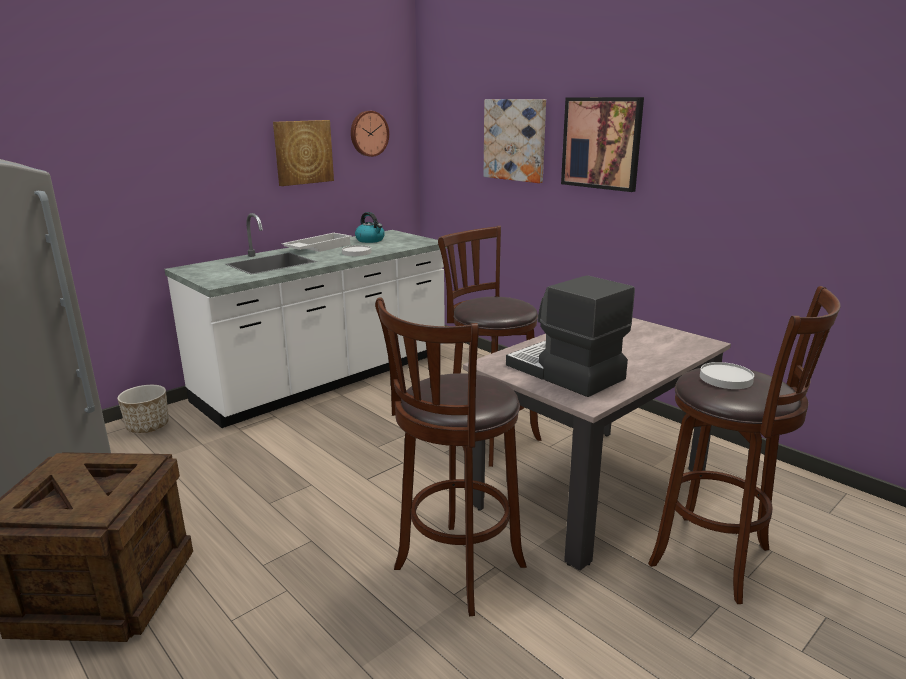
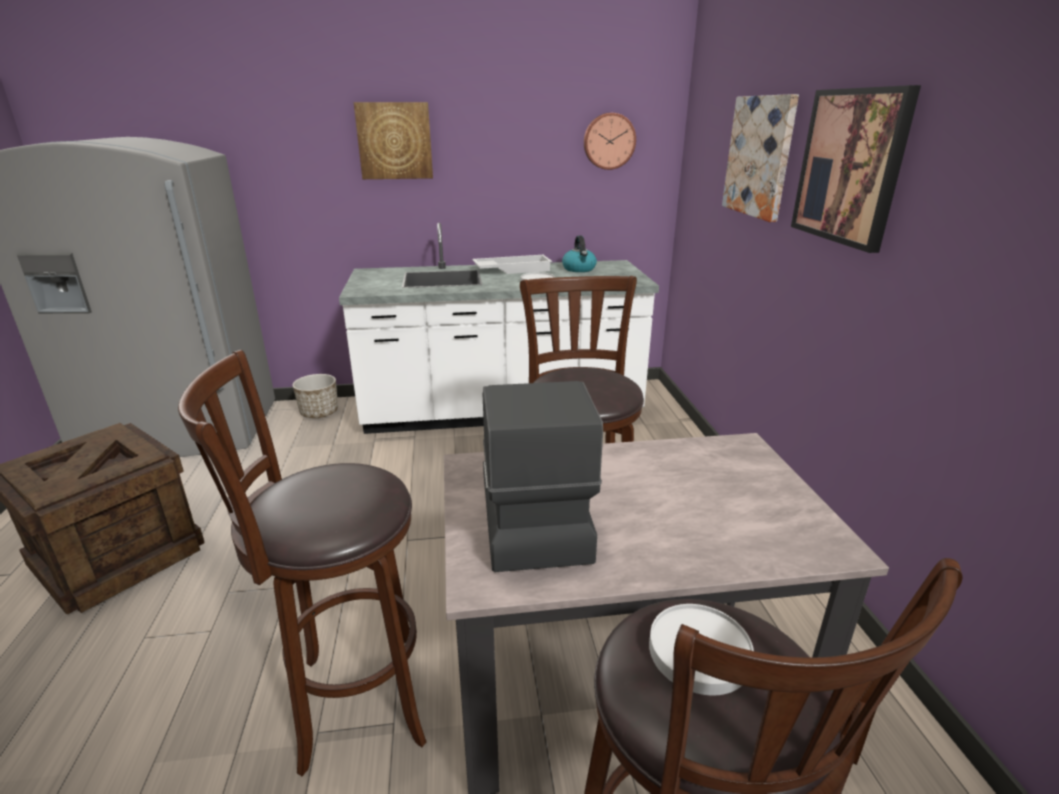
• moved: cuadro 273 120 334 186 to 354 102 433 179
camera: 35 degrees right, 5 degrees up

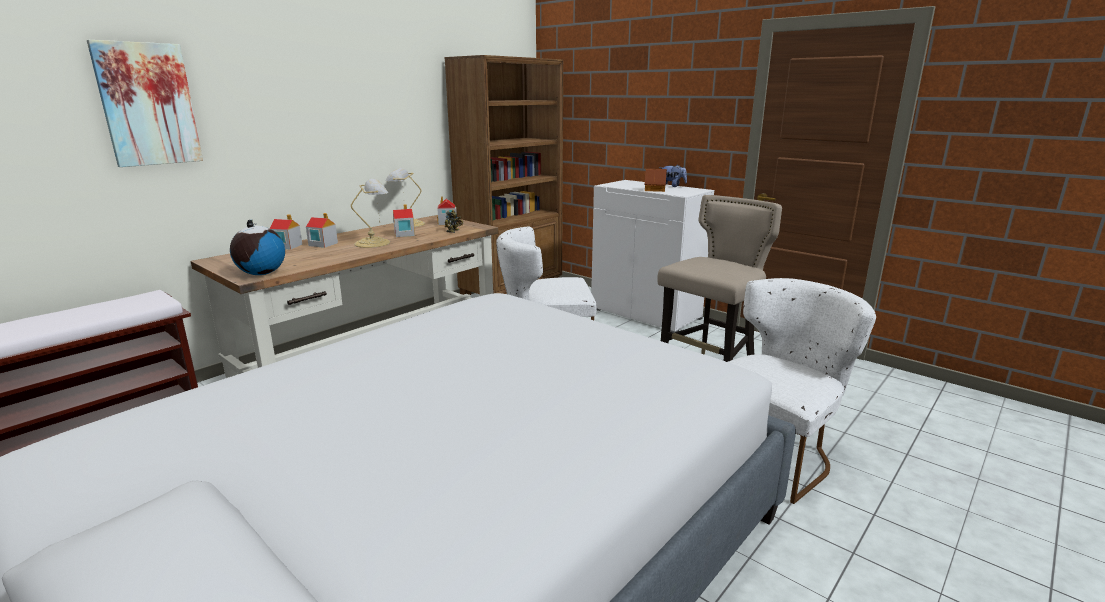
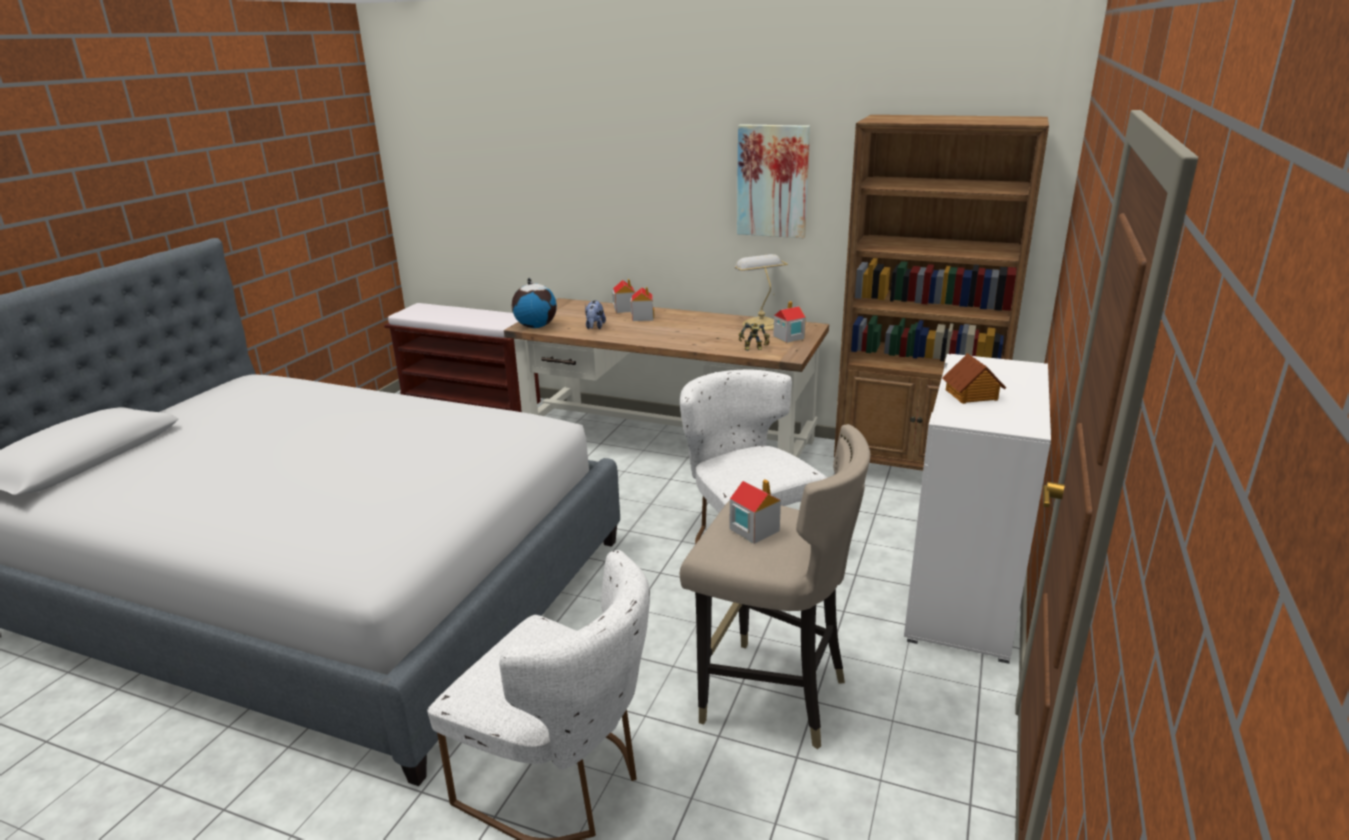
• moved: cuadro 87 40 203 167 to 737 124 810 238
• moved: peluche 659 165 687 187 to 585 300 606 329
• removed: lámpara de mesa 351 179 390 248
• moved: casita 393 204 415 237 to 730 479 781 544
camera: 70 degrees right, 5 degrees up

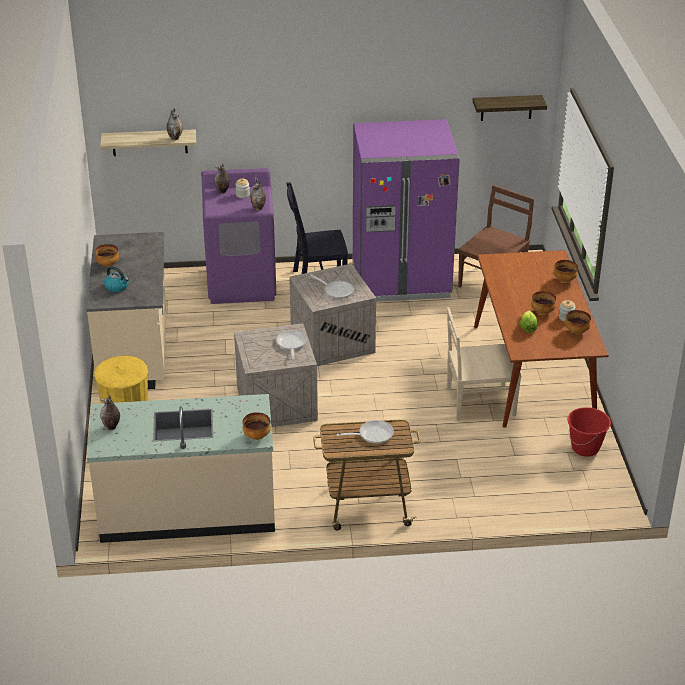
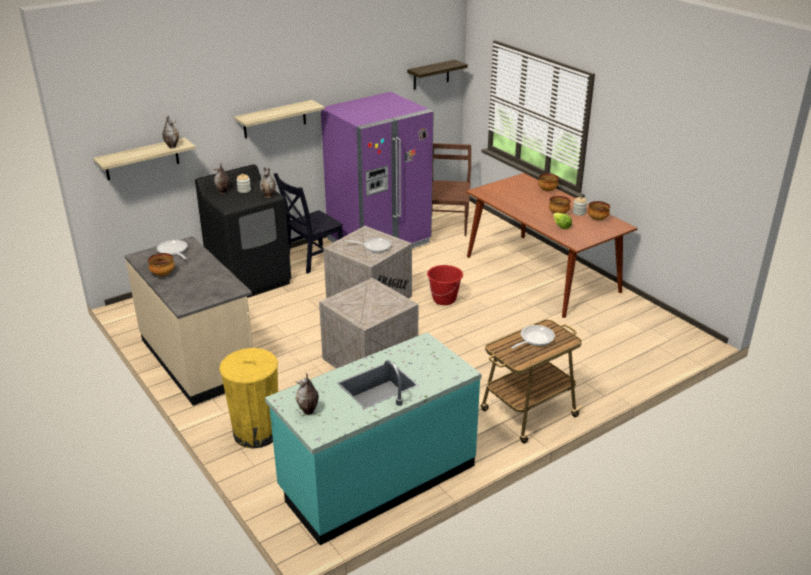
• recoloured: lavadora [morado] 201 168 276 304 to lavadora [negro] 195 164 291 298
• removed: hervidor 104 266 129 292
• removed: silla [beis] 447 307 522 421
• moved: sartén 276 330 307 359 to 157 240 188 259
• recoloured: mueble bajo de cocina [beis] 87 394 275 543 to mueble bajo de cocina [turquesa] 265 332 482 545
• moved: cubo [rojo] 567 407 611 457 to 427 265 463 305
• removed: cuenco 243 412 271 440
• added: estante 234 100 325 138
camera: 30 degrees left, 5 degrees down

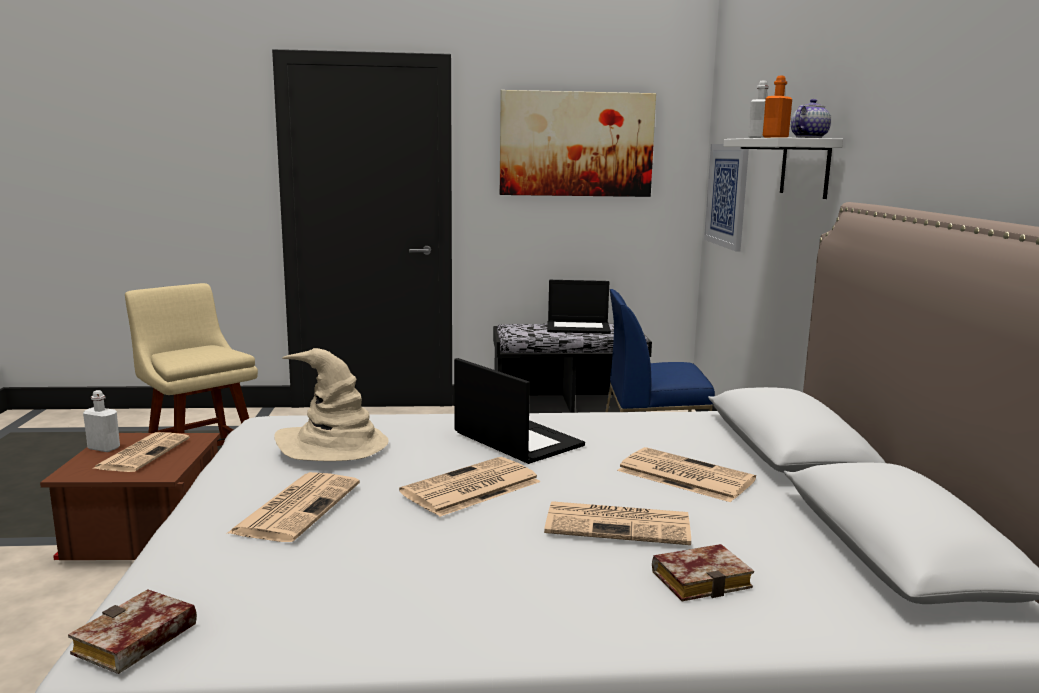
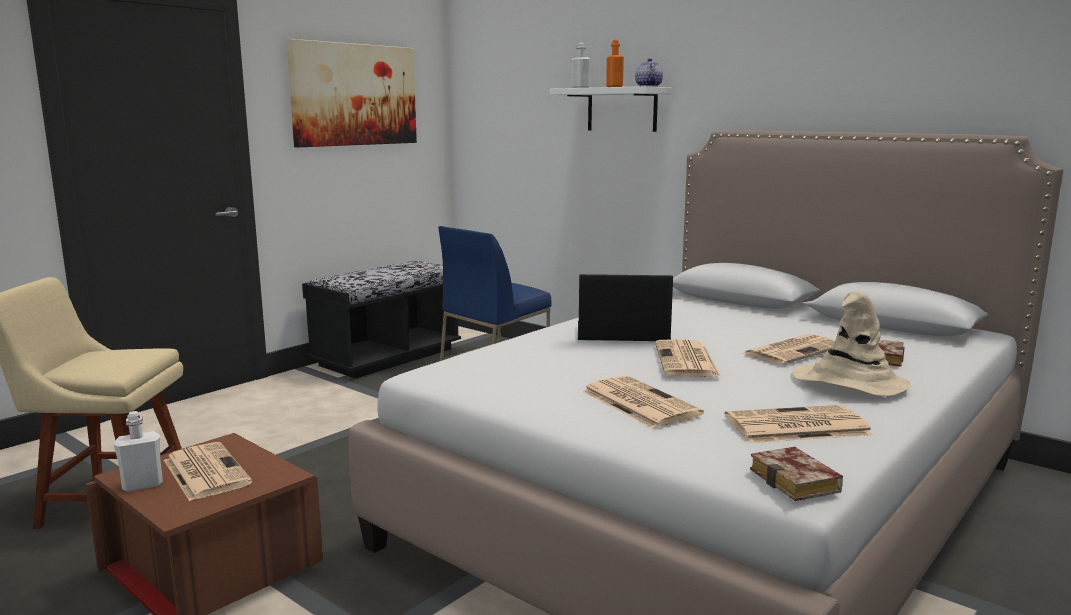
• removed: cuadro 704 144 749 251
• removed: portátil 547 280 611 334
• moved: sombrero [beis] 274 348 389 461 to 792 291 911 396
• moved: periódico 617 447 756 502 to 725 405 873 443
camera: 45 degrees left, 0 degrees up

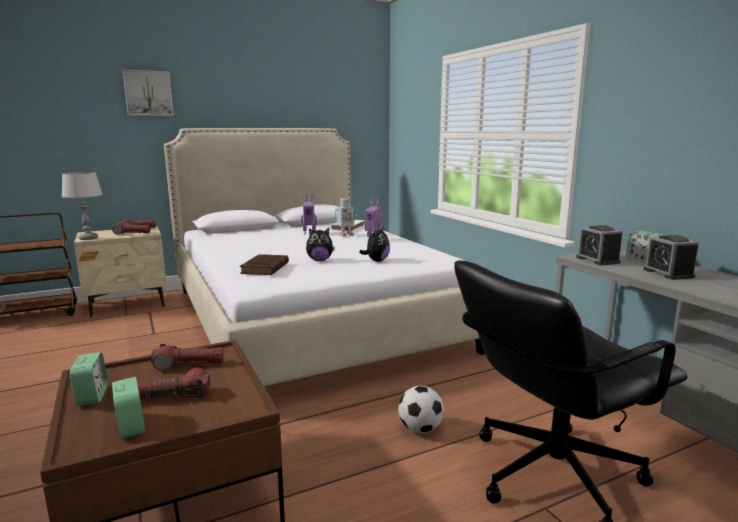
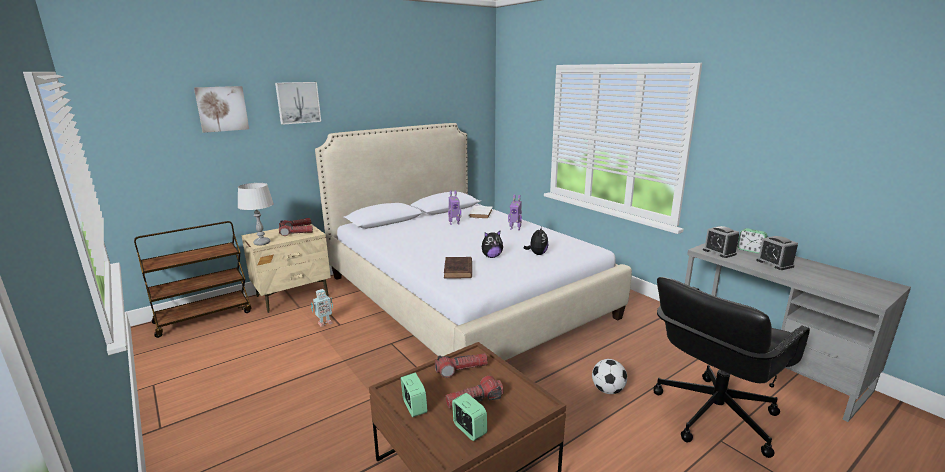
• moved: robot de juguete 335 198 355 237 to 311 289 333 327
• added: cuadro 194 86 249 133
camera: 10 degrees left, 5 degrees up

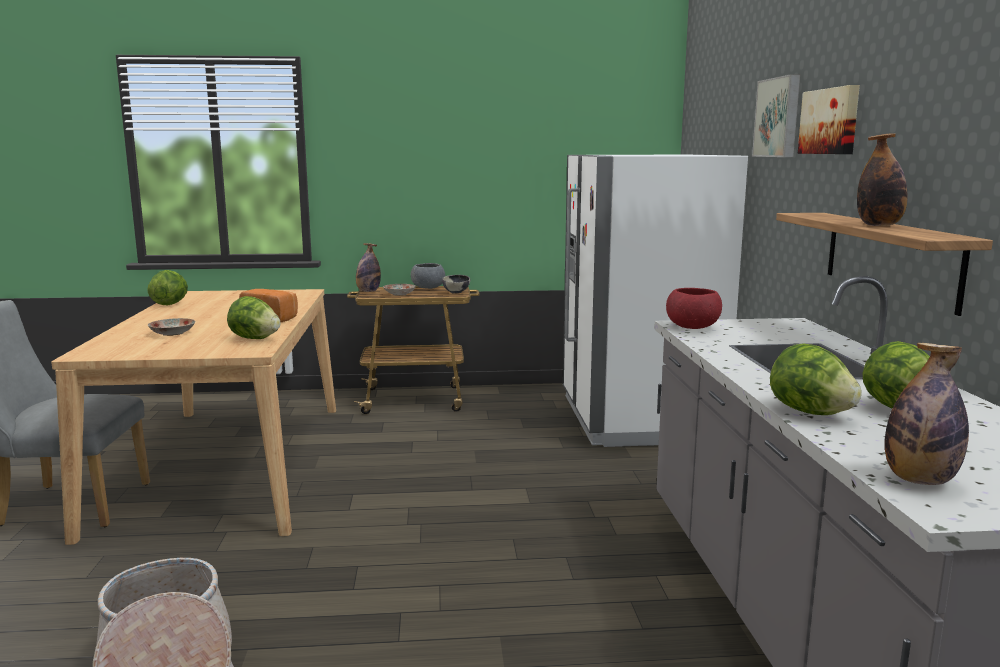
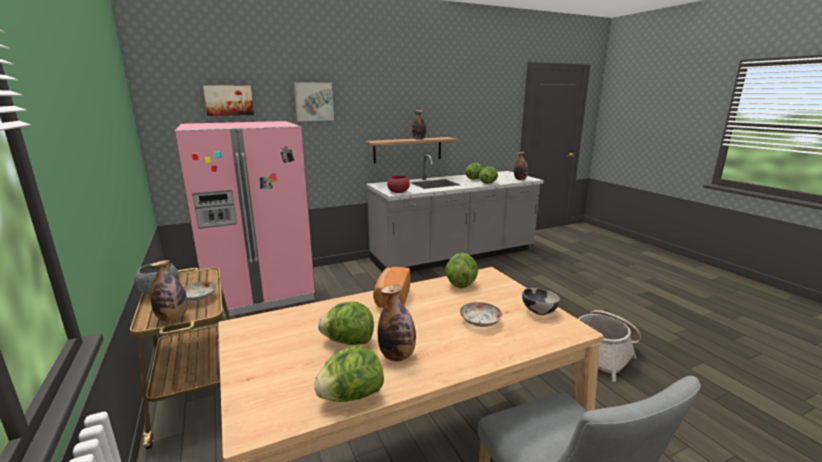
• moved: cuadro 798 85 860 154 to 203 85 254 116
• recoloured: nevera [blanco] 563 155 748 447 to nevera [rosa] 174 121 315 317
• moved: cuenco 442 275 470 294 to 522 288 560 315
• added: botella 378 285 416 361
• added: lechuga 318 301 374 345
camera: 110 degrees left, 5 degrees up

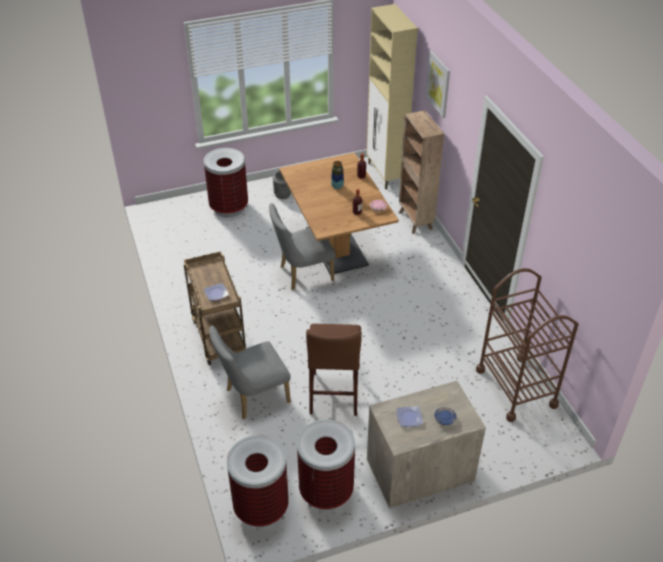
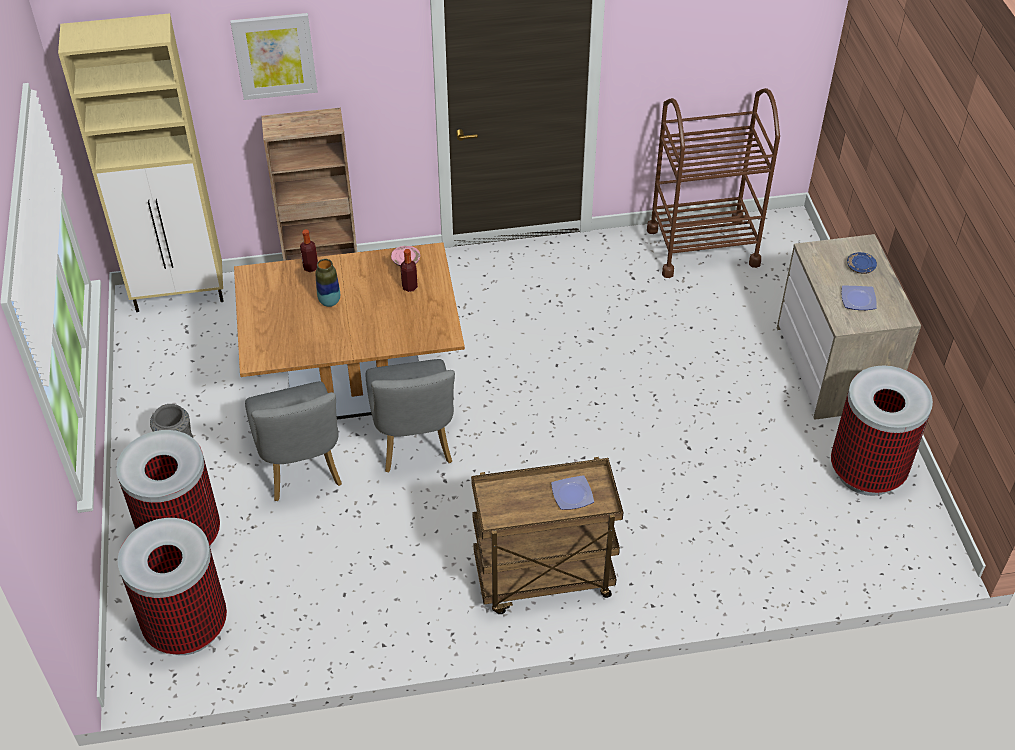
• removed: taburete [marrón] 306 324 362 416
• moved: silla [gris] 209 325 291 419 to 245 381 342 501
• moved: papelera 227 435 289 527 to 118 518 227 655
camera: 80 degrees left, 5 degrees up

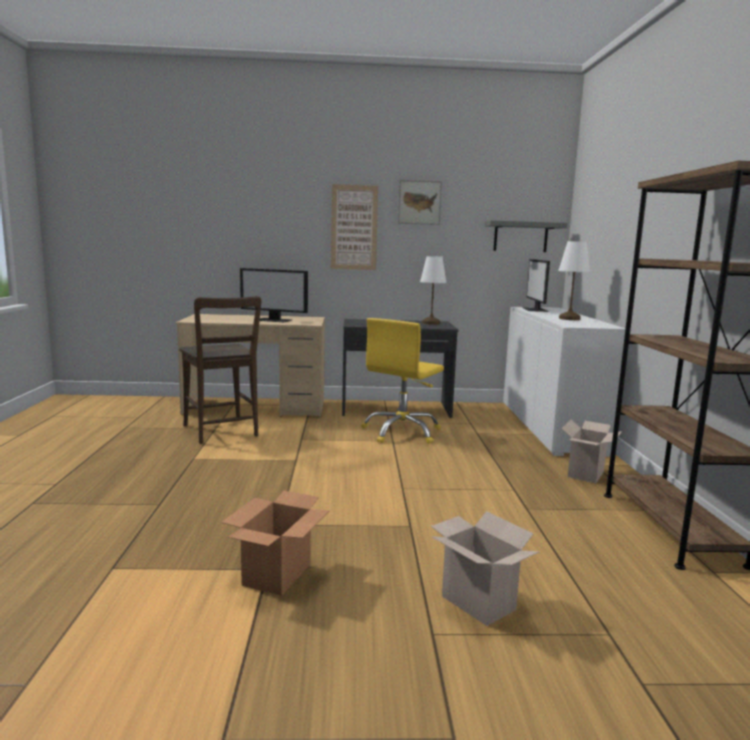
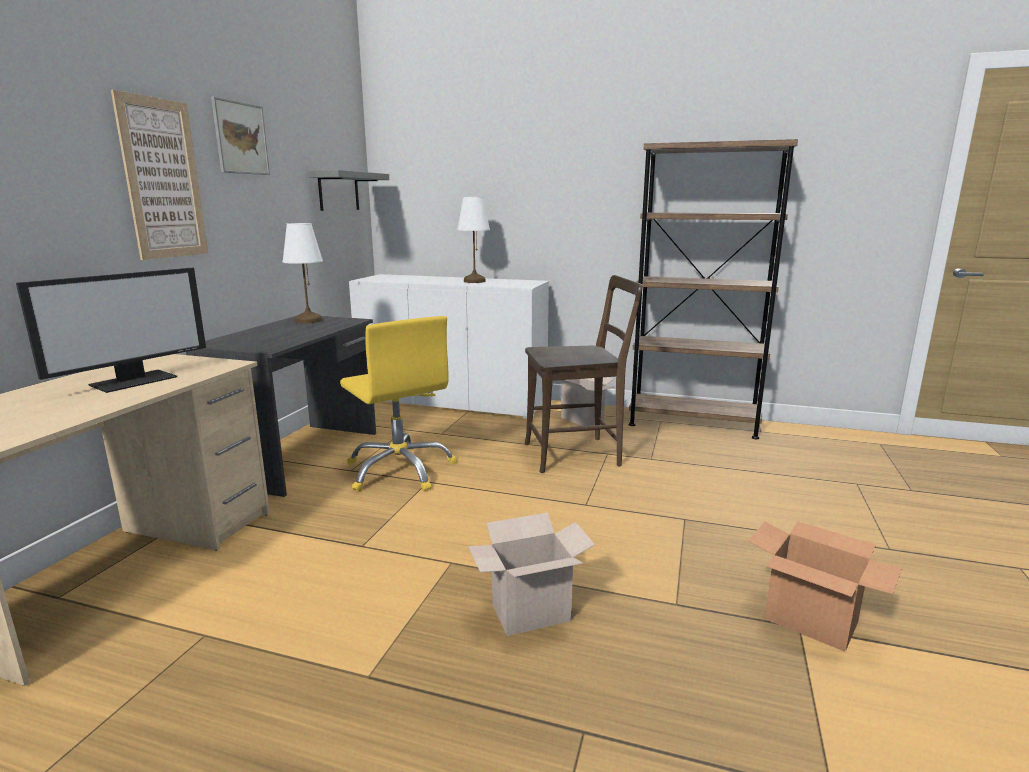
• removed: monitor 522 259 550 312
• moved: silla [marrón] 179 296 261 444 to 525 275 643 473
• moved: caja de cartón 431 511 539 626 to 468 513 595 636
camera: 70 degrees left, 5 degrees up

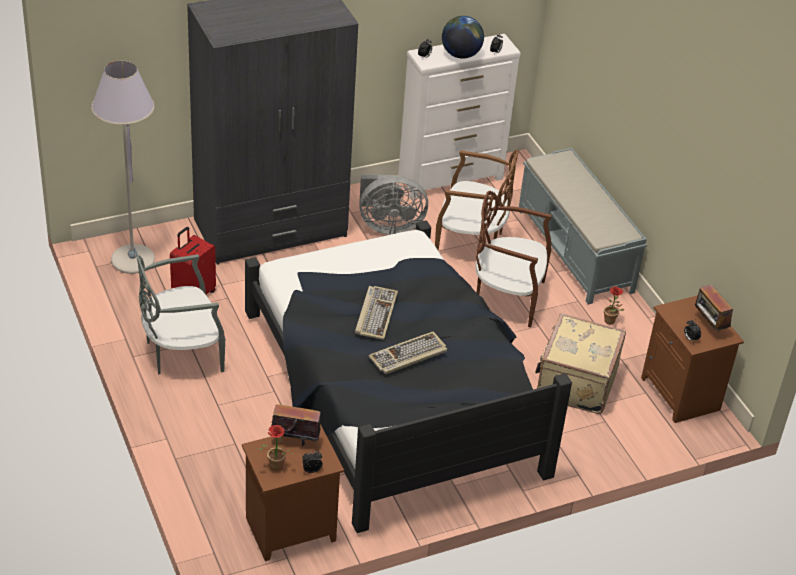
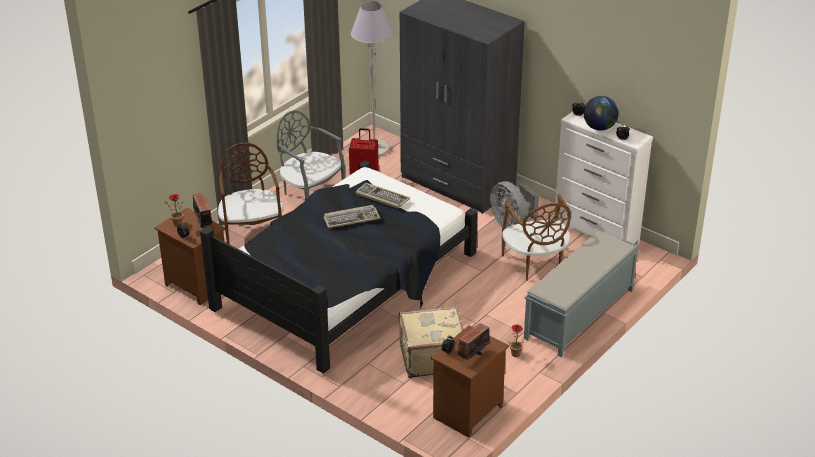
• moved: silla [marrón] 475 191 551 328 to 218 143 283 244
• moved: teclado 368 332 447 375 to 356 183 410 209
camera: 65 degrees right, 5 degrees down

